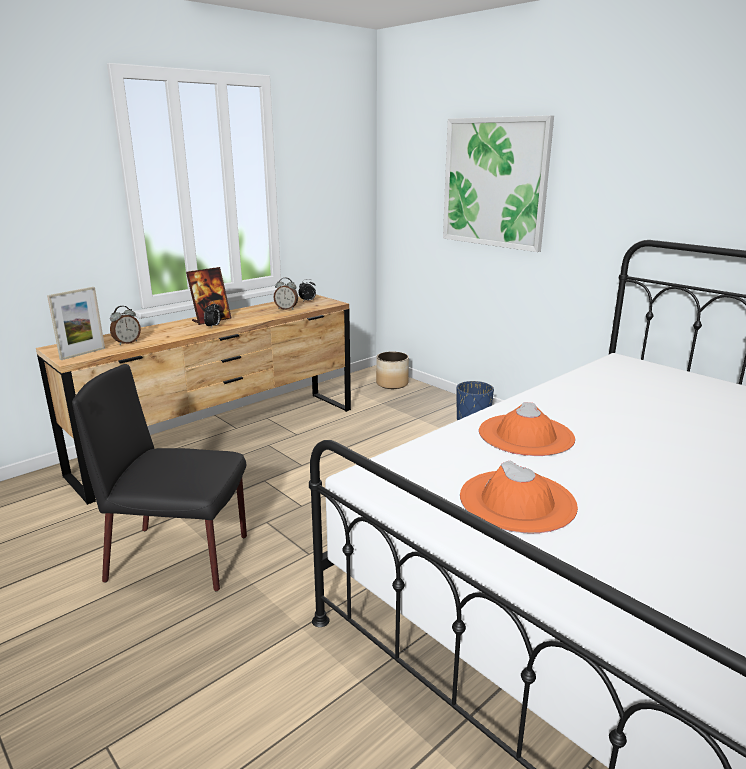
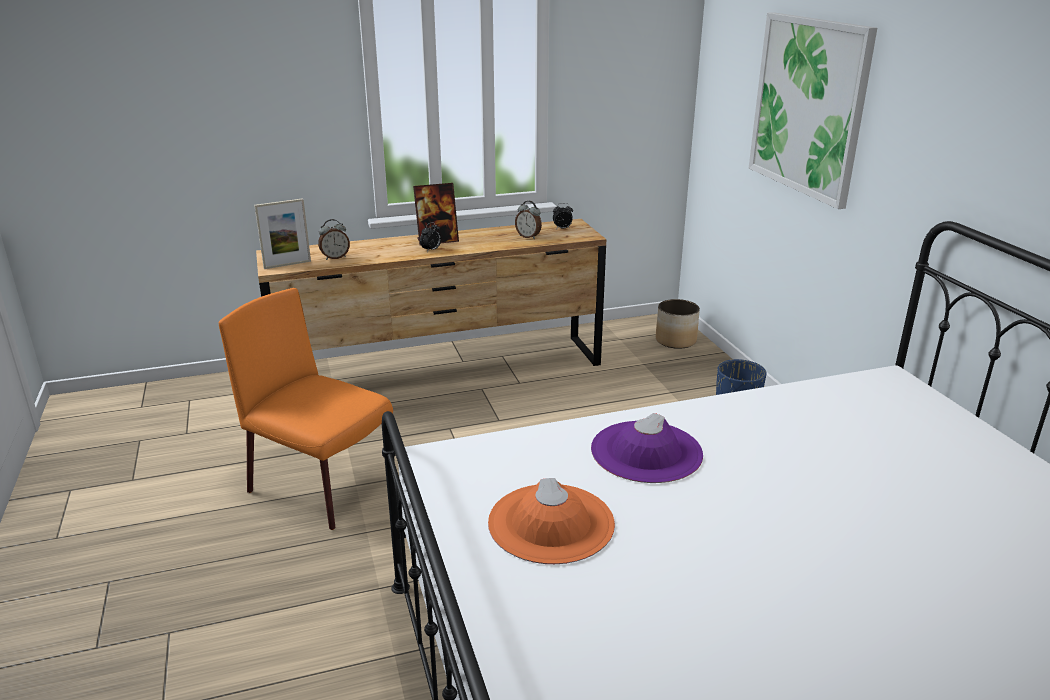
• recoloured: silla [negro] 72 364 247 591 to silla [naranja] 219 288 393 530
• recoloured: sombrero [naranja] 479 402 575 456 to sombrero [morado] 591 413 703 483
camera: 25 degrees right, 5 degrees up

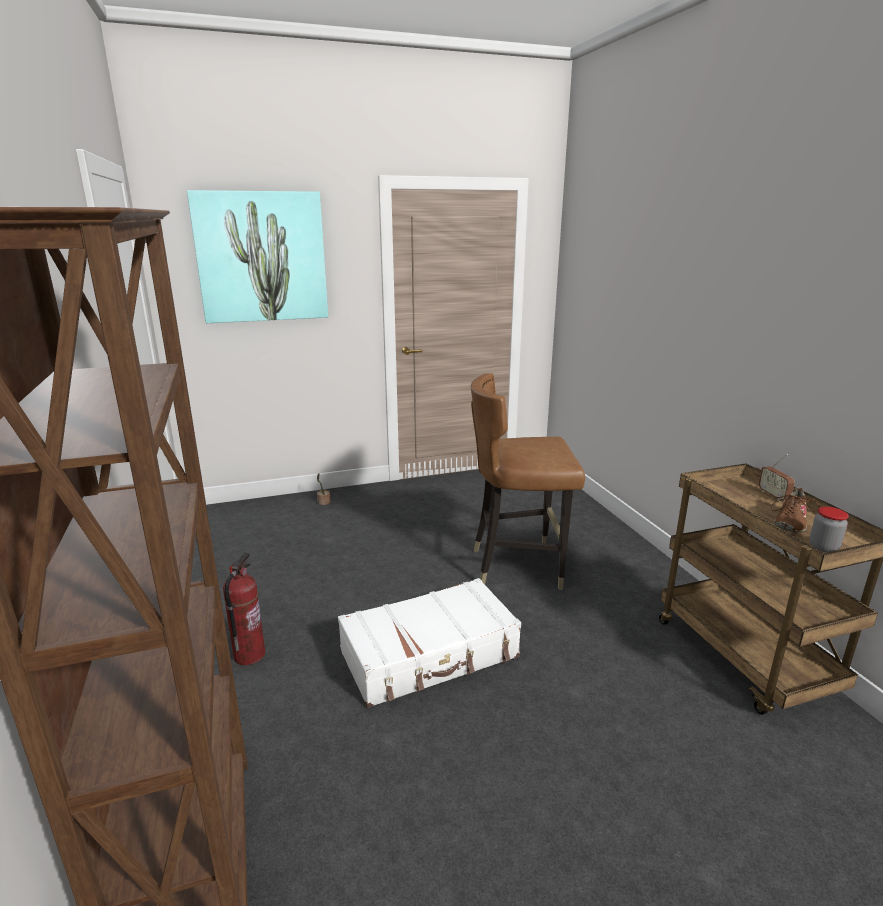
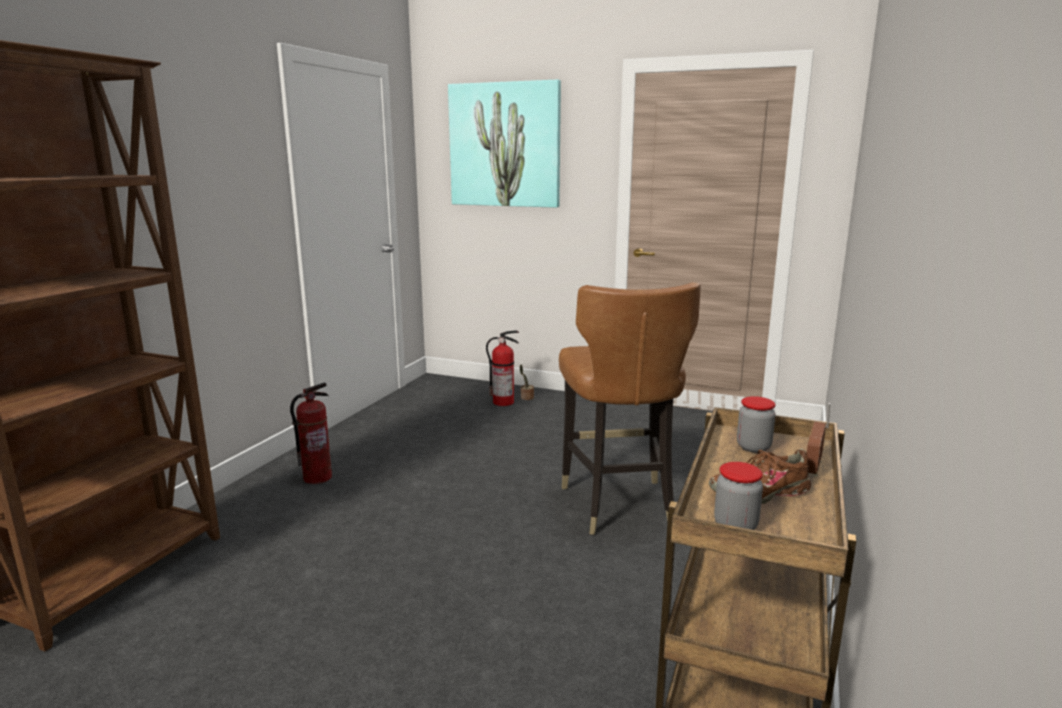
• turned: silla [marrón] 471 373 585 590 = 559 282 701 535 135 degrees counterclockwise
• removed: maleta [blanco] 338 578 521 708
• added: extintor 486 331 519 406
• added: tarro 737 396 776 453
camera: 40 degrees right, 5 degrees down

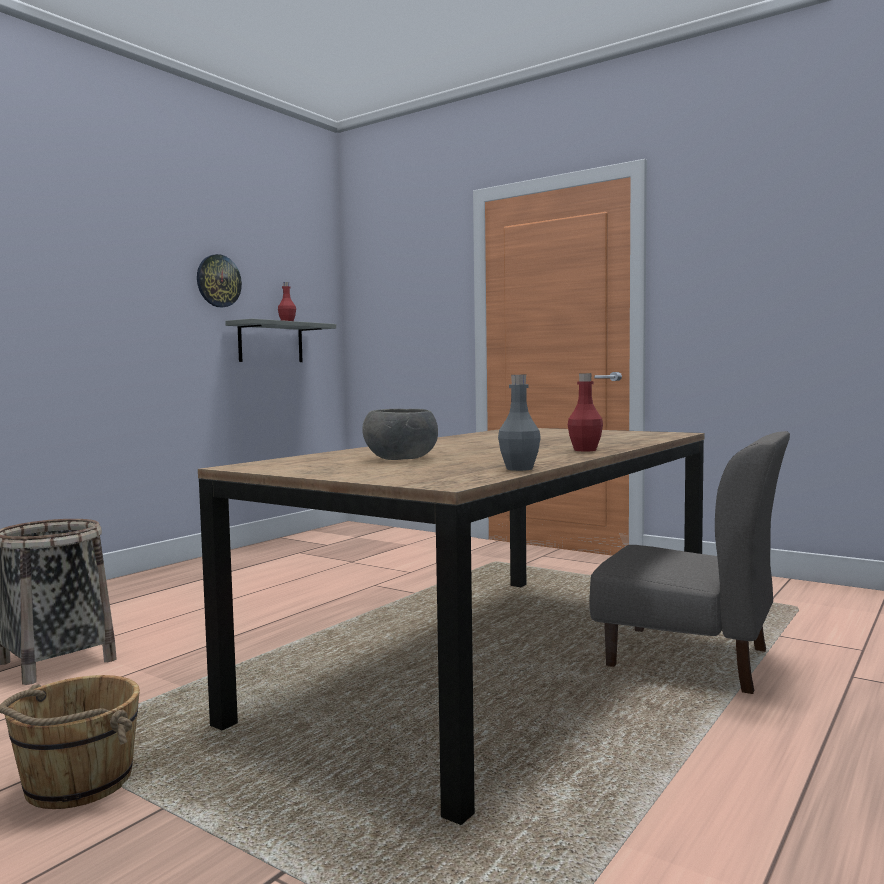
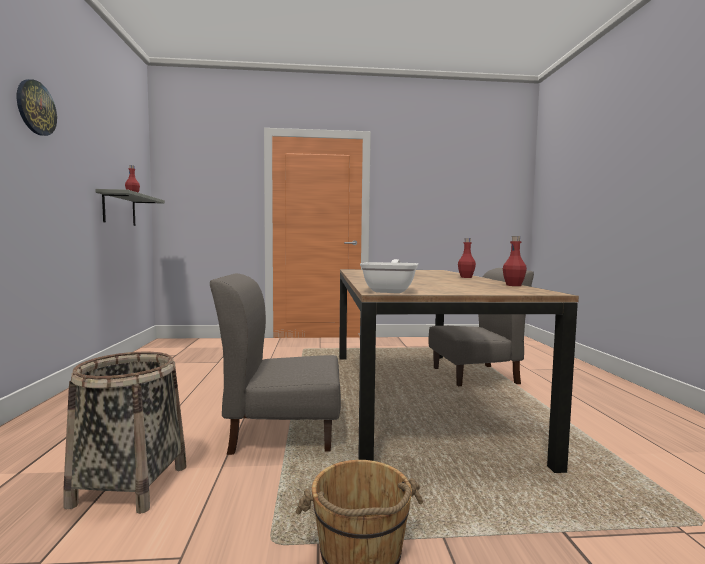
• moved: reloj de pared 197 254 242 307 to 17 79 57 136
• recoloured: botella [gris] 498 375 541 471 to botella [rojo] 503 236 527 286
• removed: cuenco [gris] 362 409 438 460
• added: sartén 360 259 418 293
• added: silla [gris] 210 273 341 455
camera: 40 degrees left, 0 degrees up

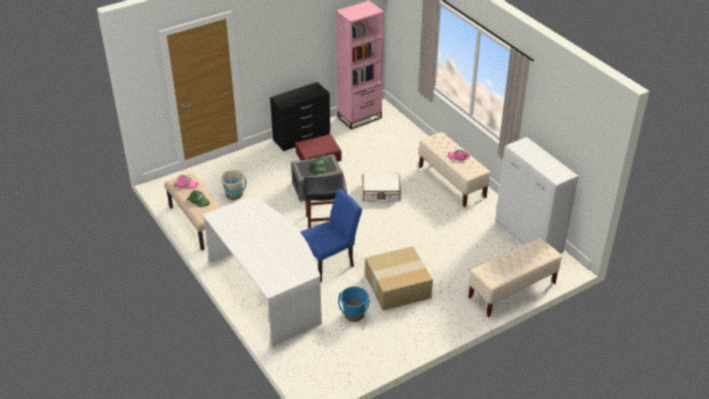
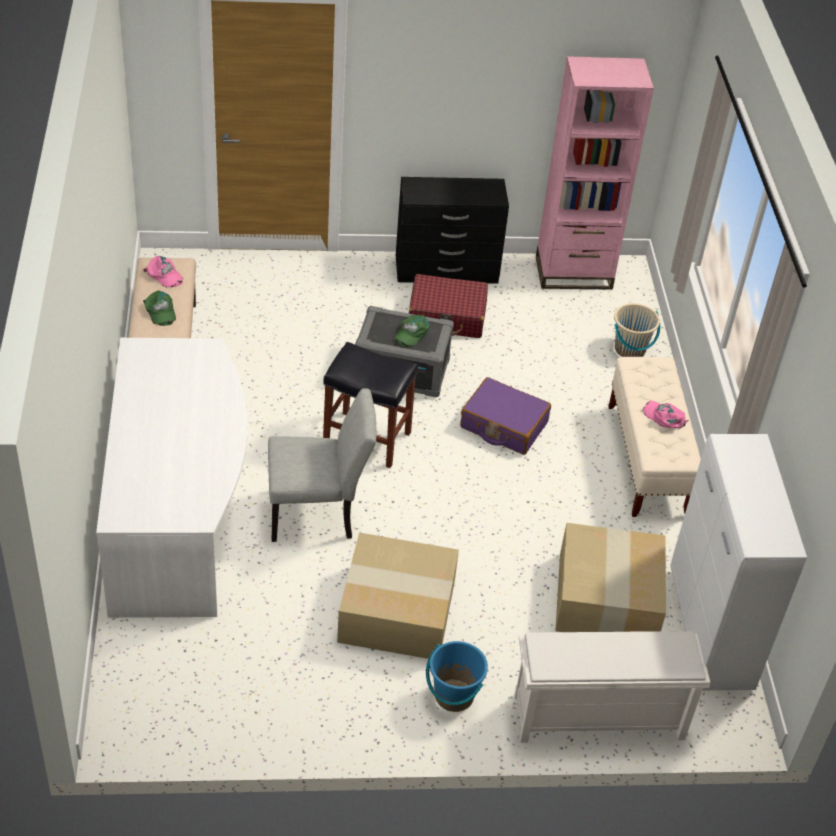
• moved: cubo [beis] 220 170 246 200 to 614 303 660 357
• recoloured: maleta [blanco] 362 174 401 203 to maleta [morado] 460 377 551 455
• recoloured: silla [azul] 300 189 362 283 to silla [gris] 268 388 376 542
• replaced: banco [beis] 468 238 562 317 to zapatero [blanco] 514 631 710 743
• moved: cubo [azul] 338 286 370 322 to 426 641 488 712
• added: caja de cartón 555 523 666 632
camera: 25 degrees right, 5 degrees up

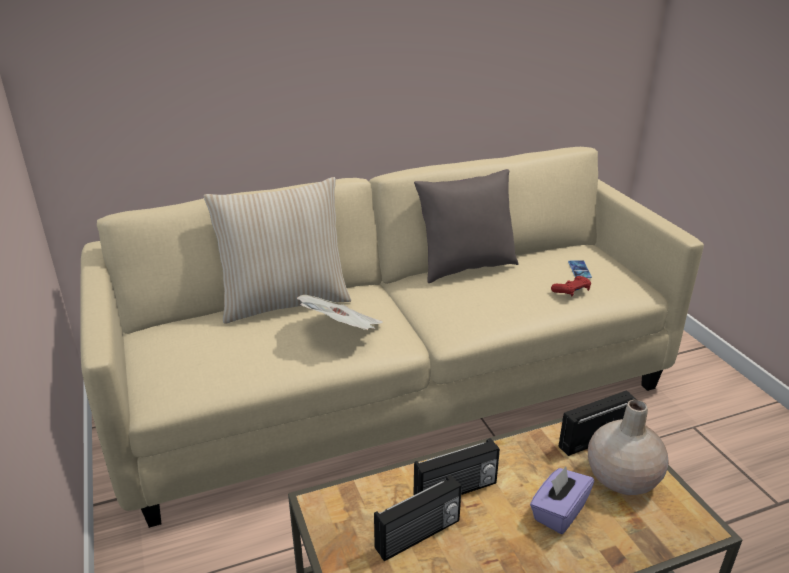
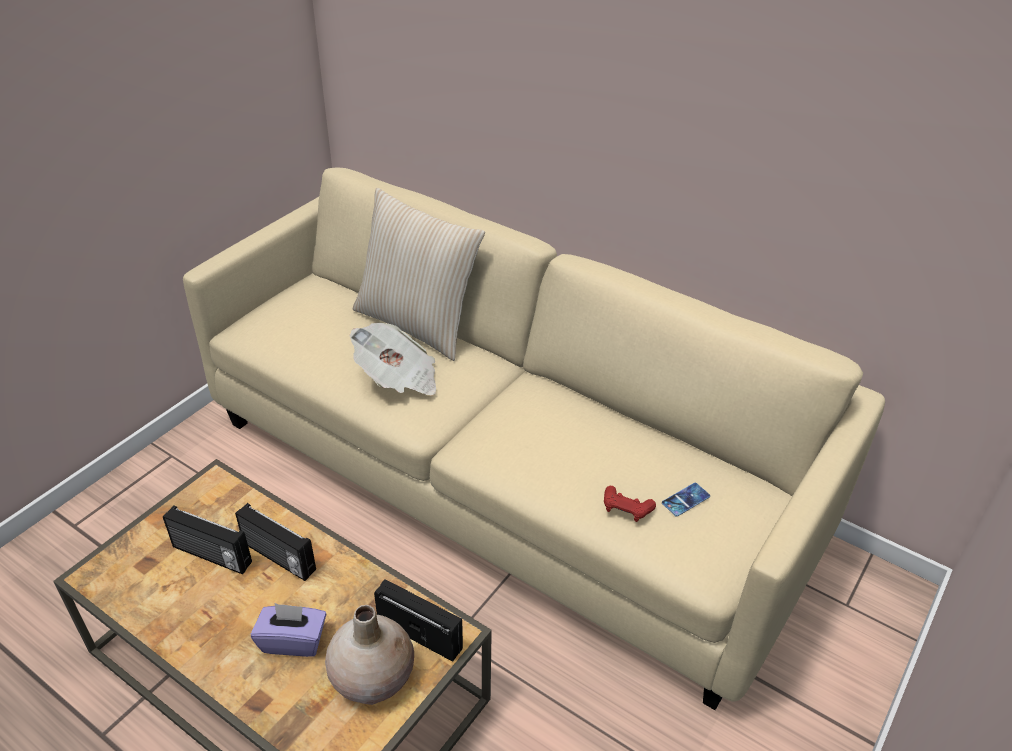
• removed: cojín [gris] 414 169 518 283
camera: 55 degrees right, 10 degrees up

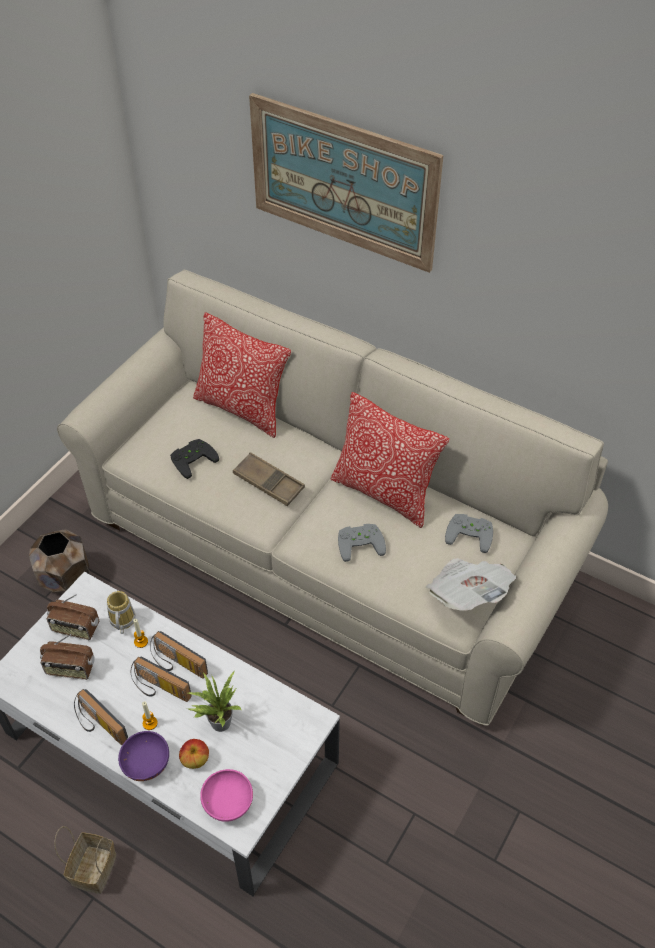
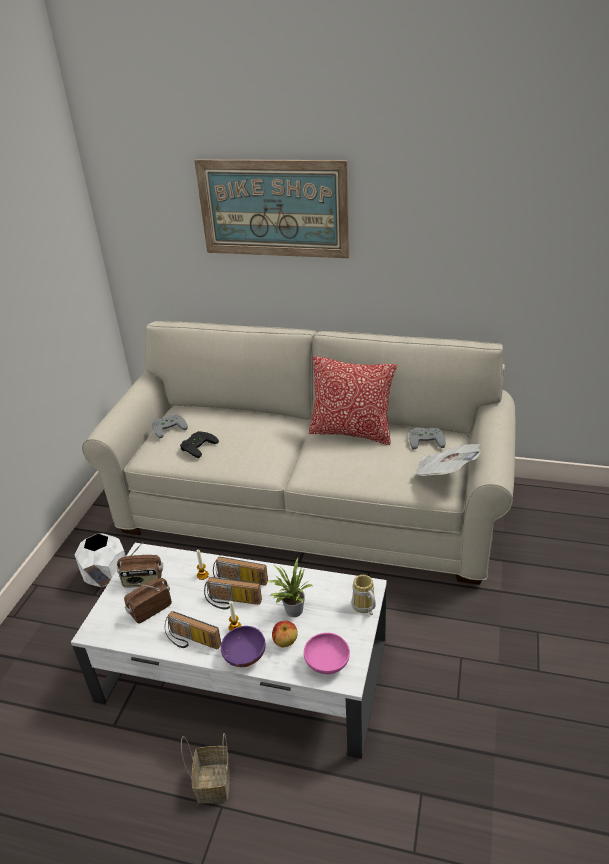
• removed: cojín 193 312 291 438
• removed: bandeja [marrón] 233 452 305 506
• moved: mando de consola [gris] 338 524 386 562 to 152 414 188 439
• recoloured: maceta [marrón] 29 529 89 593 to maceta [blanco] 75 533 126 587
• moved: taza grande 107 591 136 634 to 351 575 376 615
• turned: radio 40 634 95 680 = 124 578 172 624 150 degrees clockwise
camera: 15 degrees left, 15 degrees down

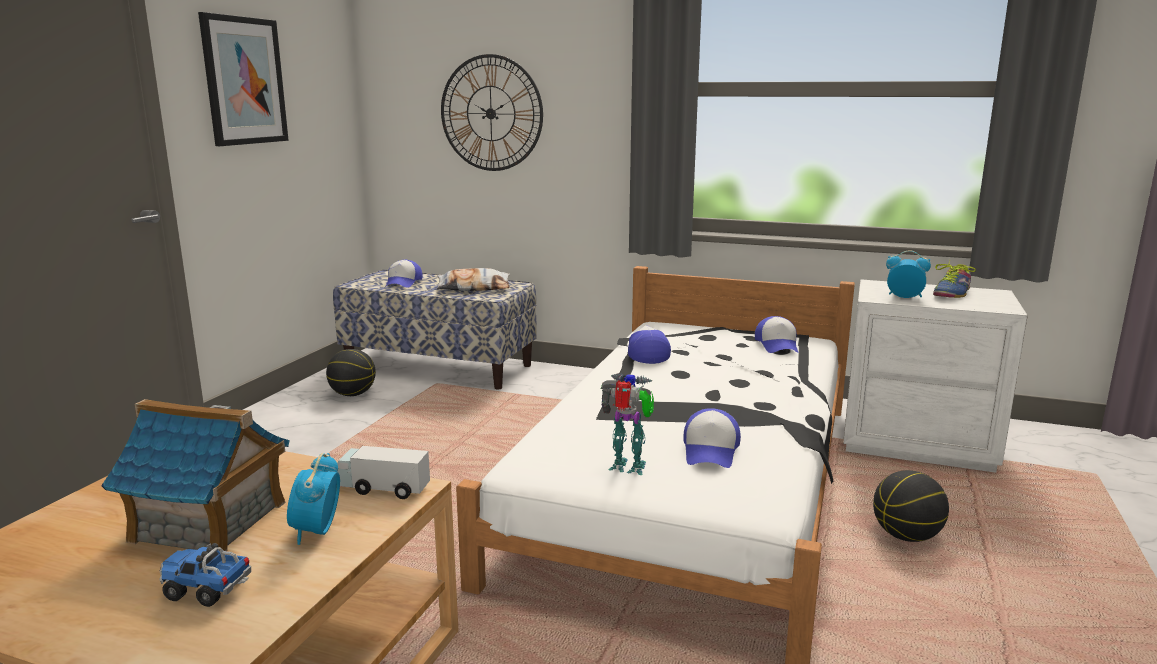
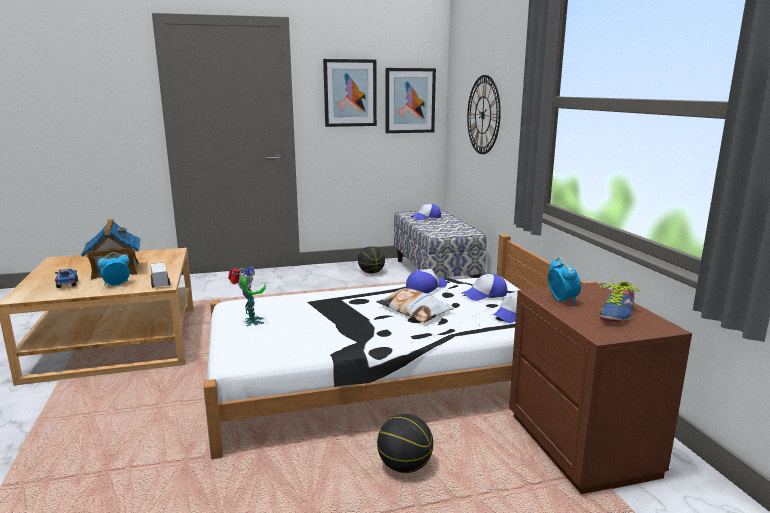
• turned: zapato 933 260 976 298 = 599 277 639 322 60 degrees counterclockwise
• moved: cojín 437 268 510 291 to 376 288 454 323
• recoloured: mesita de noche [blanco] 843 279 1028 473 to mesita de noche [marrón] 509 283 692 494
• moved: gorra 684 408 741 468 to 461 274 507 301
• added: cuadro 386 68 436 133
camera: 55 degrees right, 0 degrees up

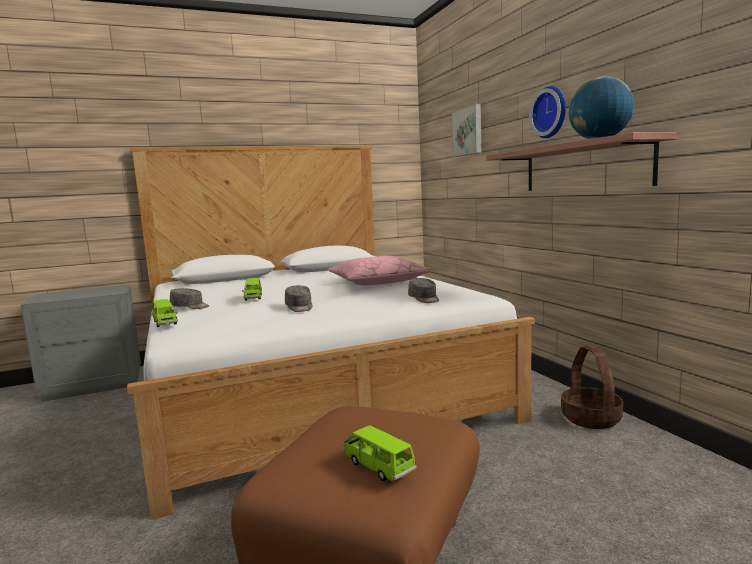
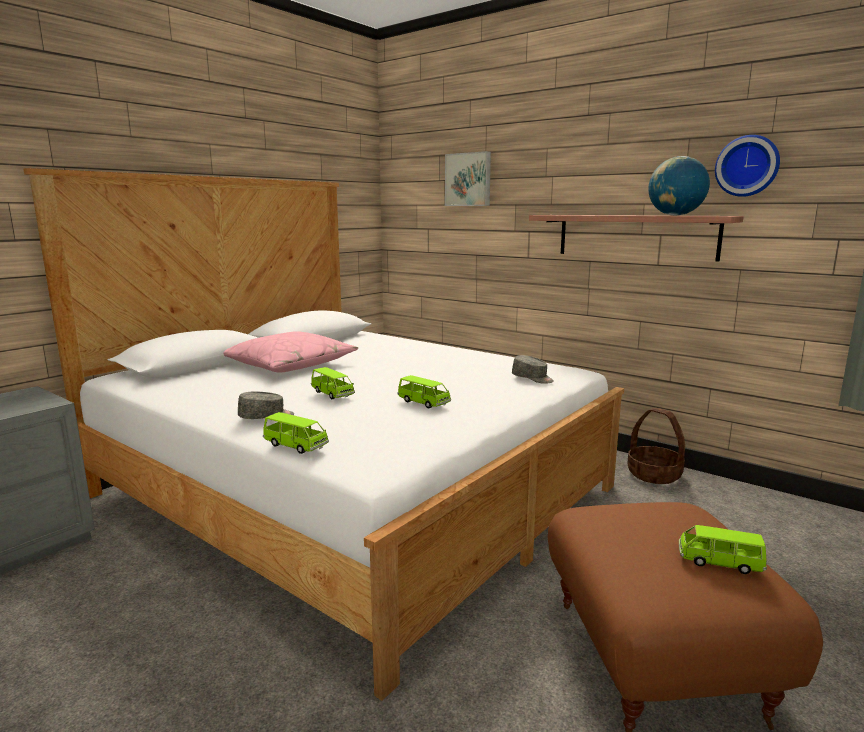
• moved: reloj de pared 529 86 566 138 to 715 135 780 197
• moved: cojín [rosa] 328 256 432 285 to 223 331 358 373
• replaced: gorra [gris] 285 285 312 312 to coche de juguete [verde] 398 375 451 409
camera: 30 degrees left, 5 degrees up

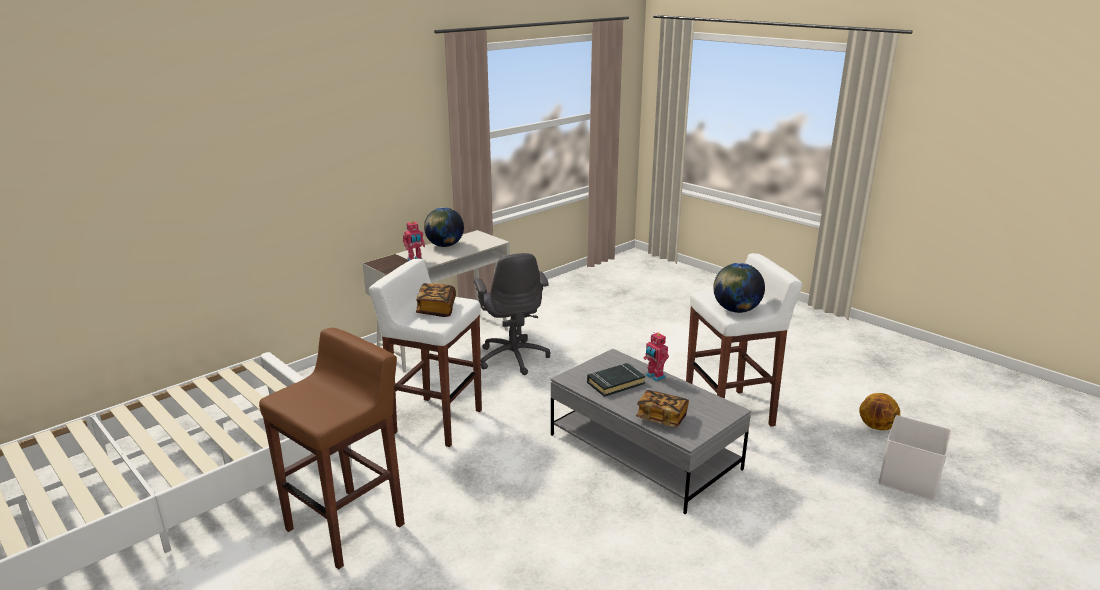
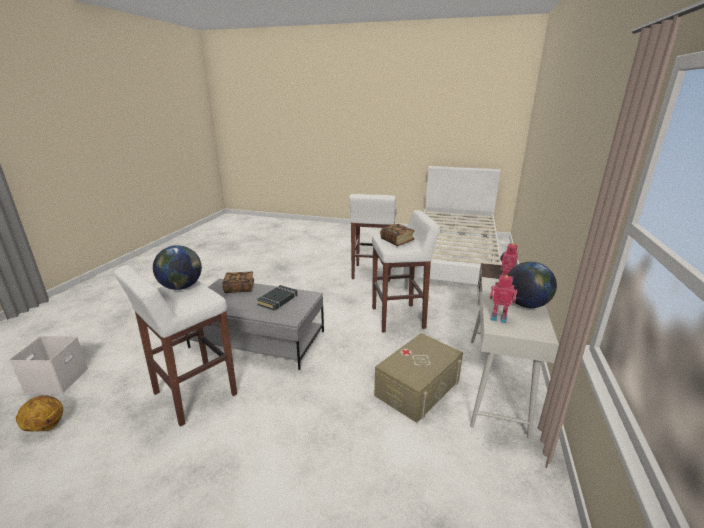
• replaced: silla de oficina [gris] 474 253 550 375 to caja de almacenaje [beis] 374 333 463 423
• recoloured: taburete [marrón] 259 328 405 569 to taburete [blanco] 349 194 397 282
• moved: robot de juguete 643 333 669 381 to 490 275 517 323
camera: 150 degrees right, 0 degrees up

